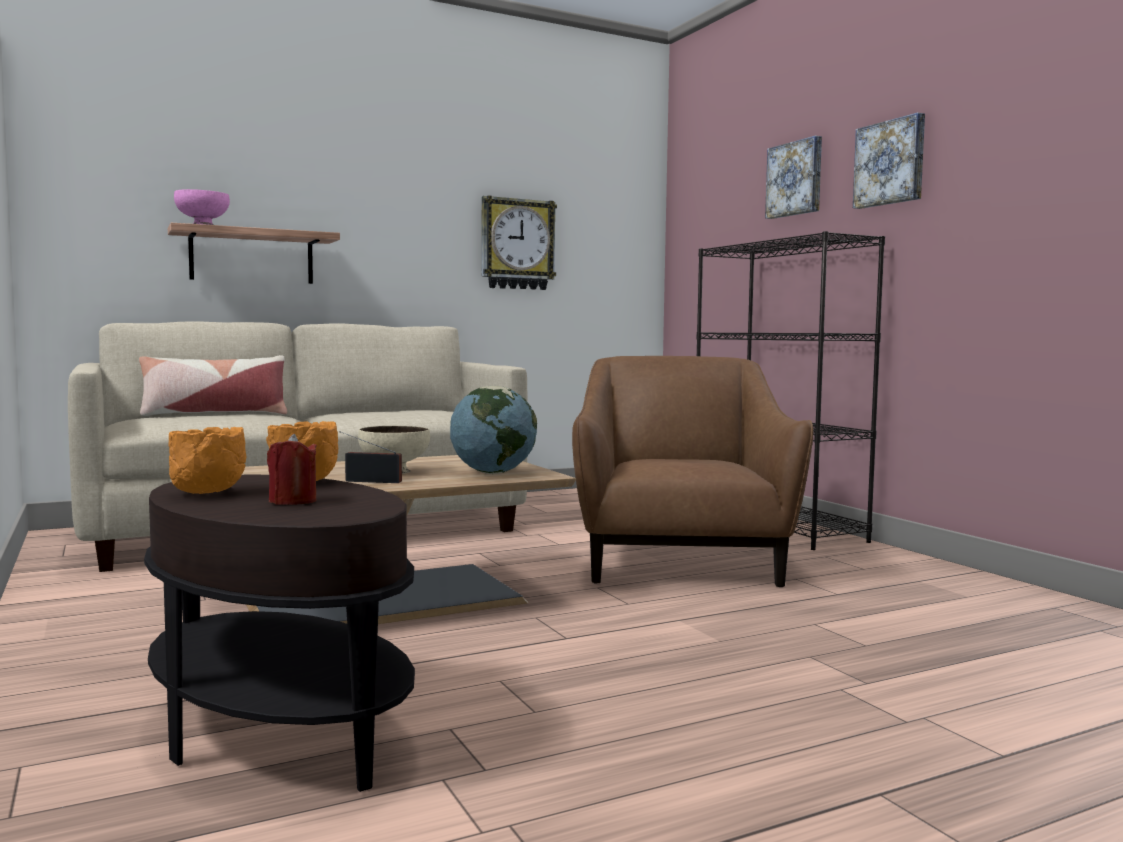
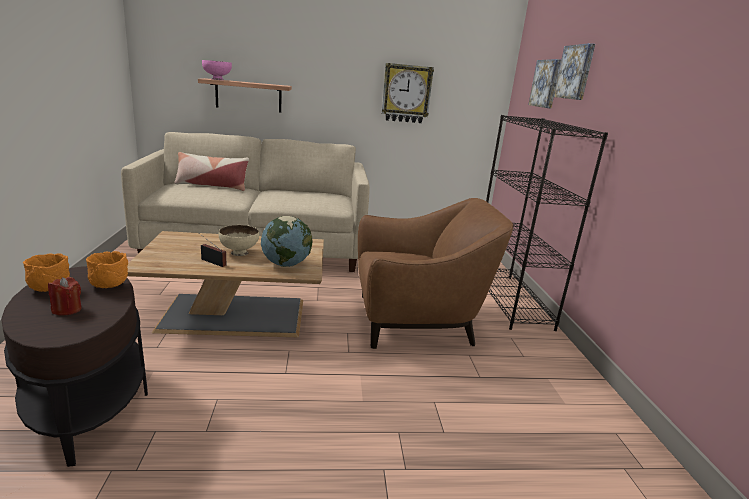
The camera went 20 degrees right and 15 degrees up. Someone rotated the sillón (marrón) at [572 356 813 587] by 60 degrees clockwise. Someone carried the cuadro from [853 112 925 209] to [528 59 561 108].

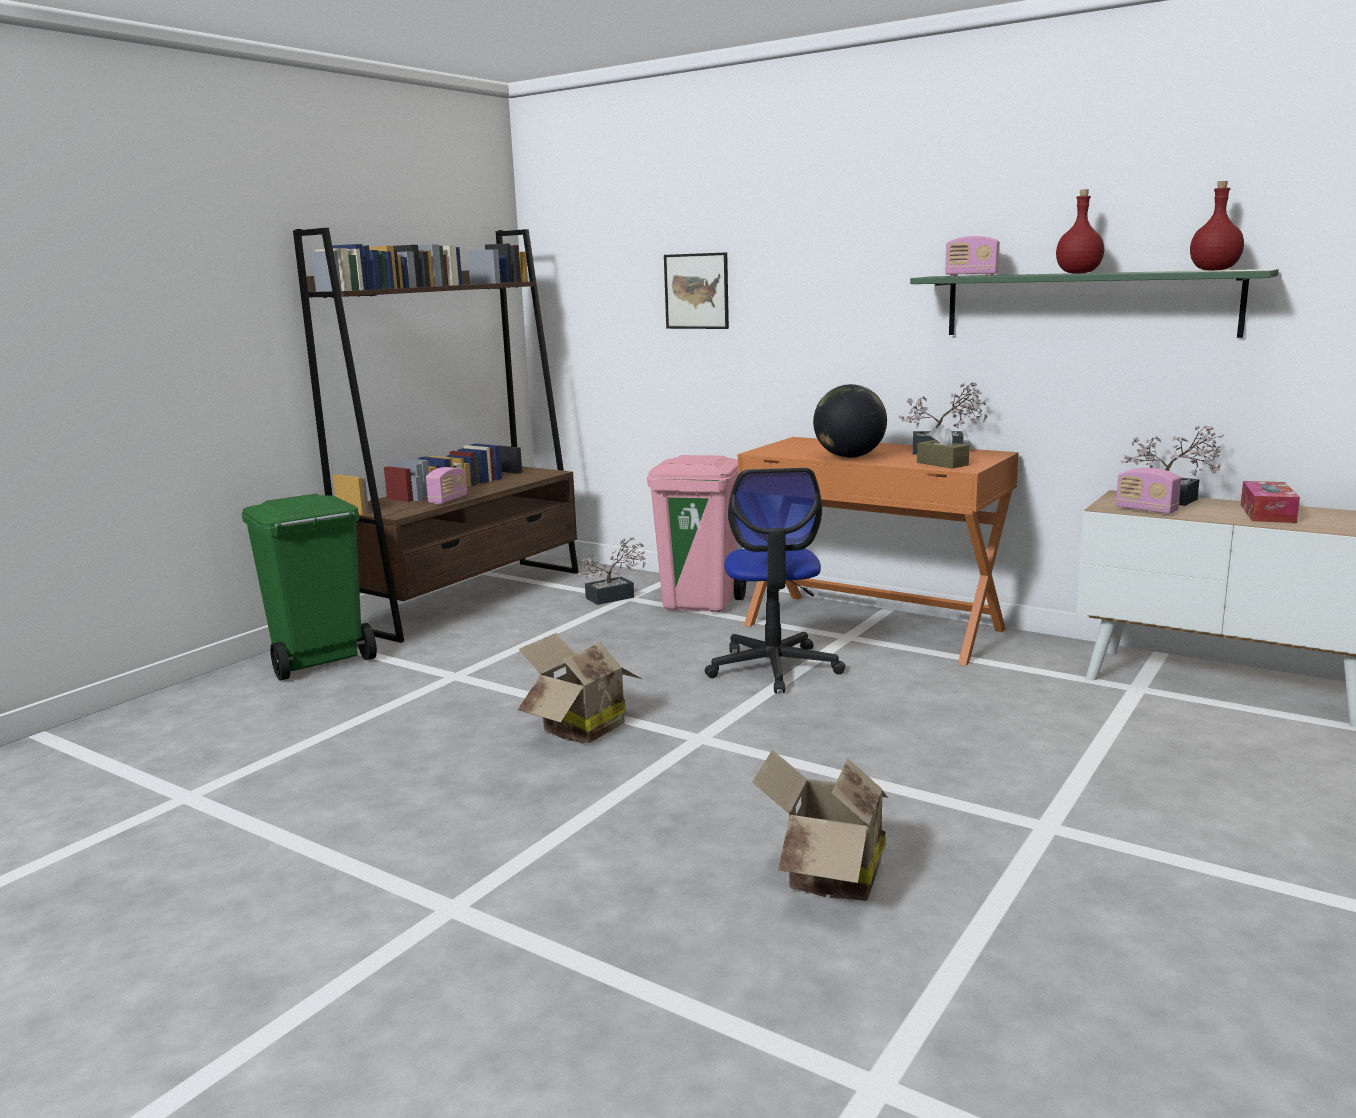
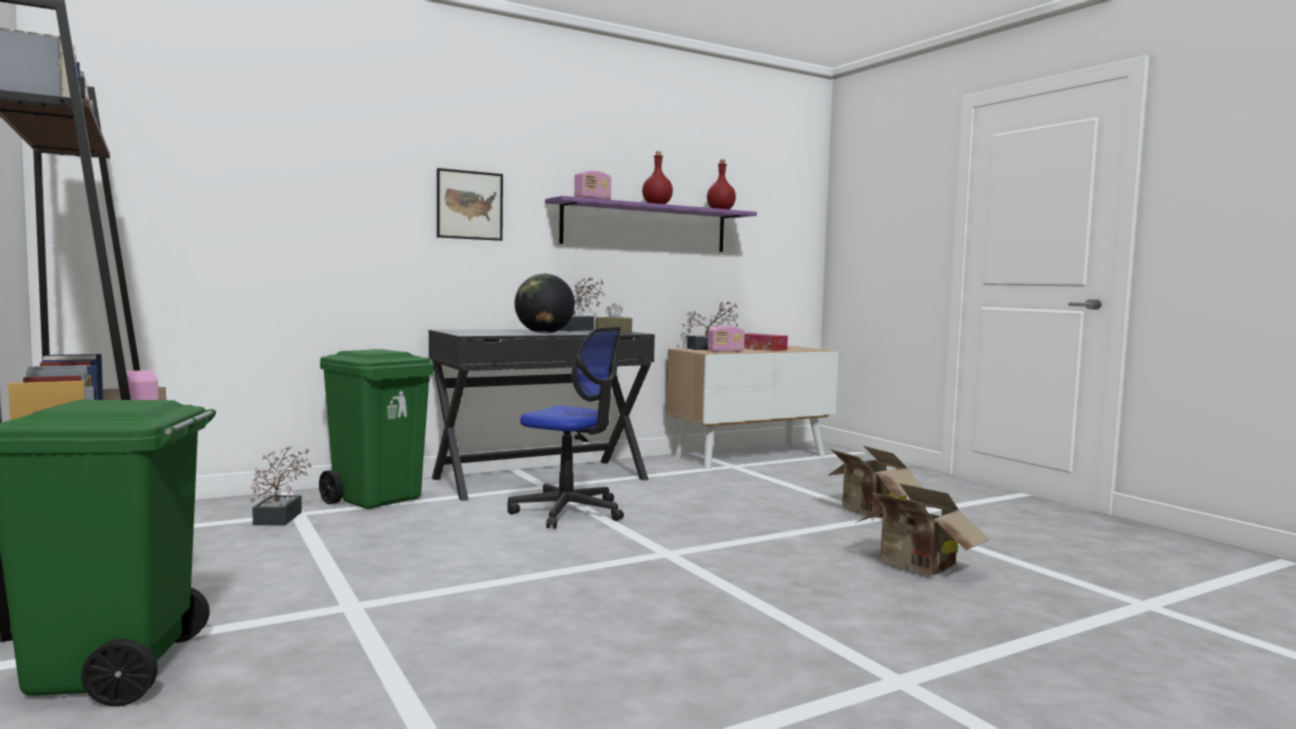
The camera went 65 degrees left and 10 degrees down. Someone repainted the papelera (rosa) at [647 455 746 612], which became the papelera (verde) at [319 349 434 509]. Someone repainted the escritorio (naranja) at [737 437 1019 666], which became the escritorio (negro) at [429 329 655 501]. Someone carried the cuadro from [664 252 729 329] to [437 168 503 241]. Someone repainted the estante (verde) at [910 269 1279 338], which became the estante (morado) at [545 196 757 252]. Someone carried the caja de cartón from [517 633 642 744] to [827 446 923 518].

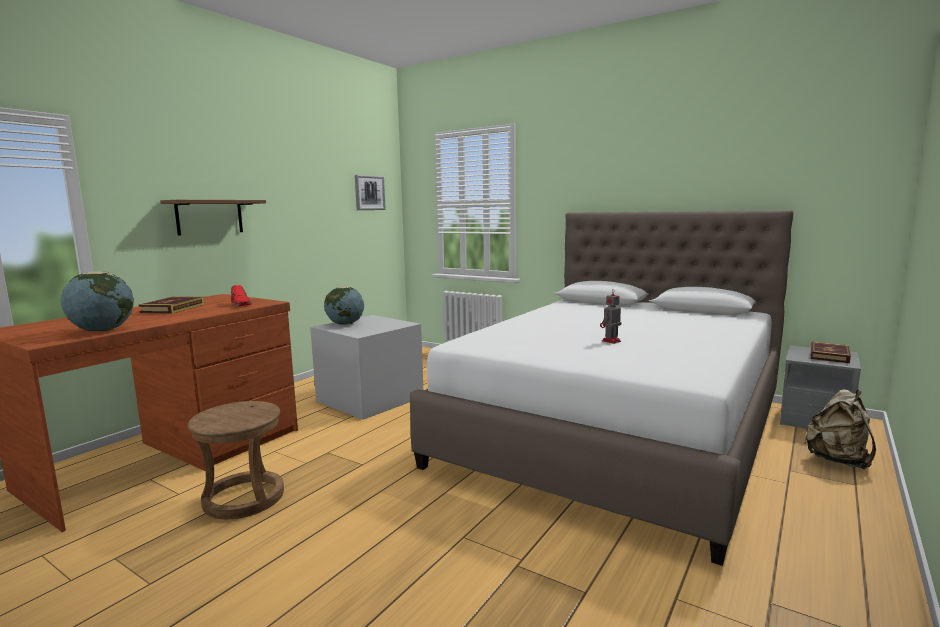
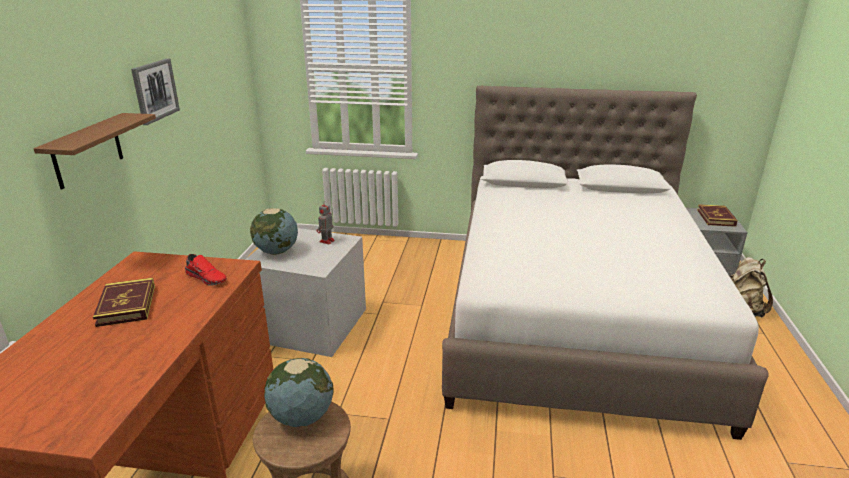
The camera went 25 degrees left and 15 degrees up. Someone carried the cuadro from [355 175 386 210] to [131 59 180 125]. Someone carried the globo terráqueo from [61 271 134 332] to [264 358 333 427]. Someone carried the robot de juguete from [600 289 621 344] to [316 201 335 245].

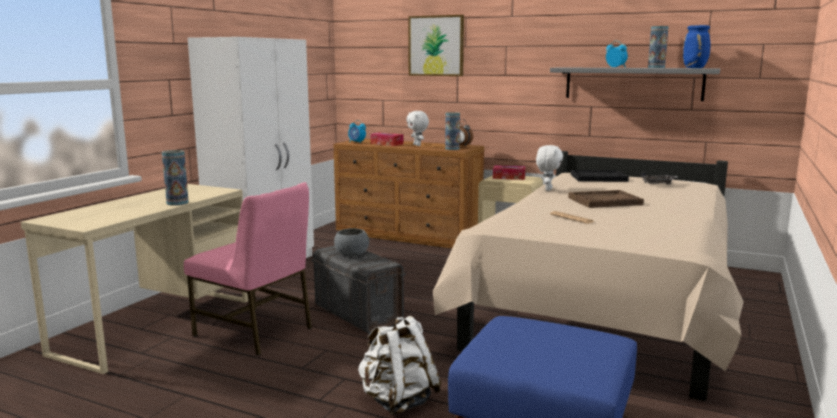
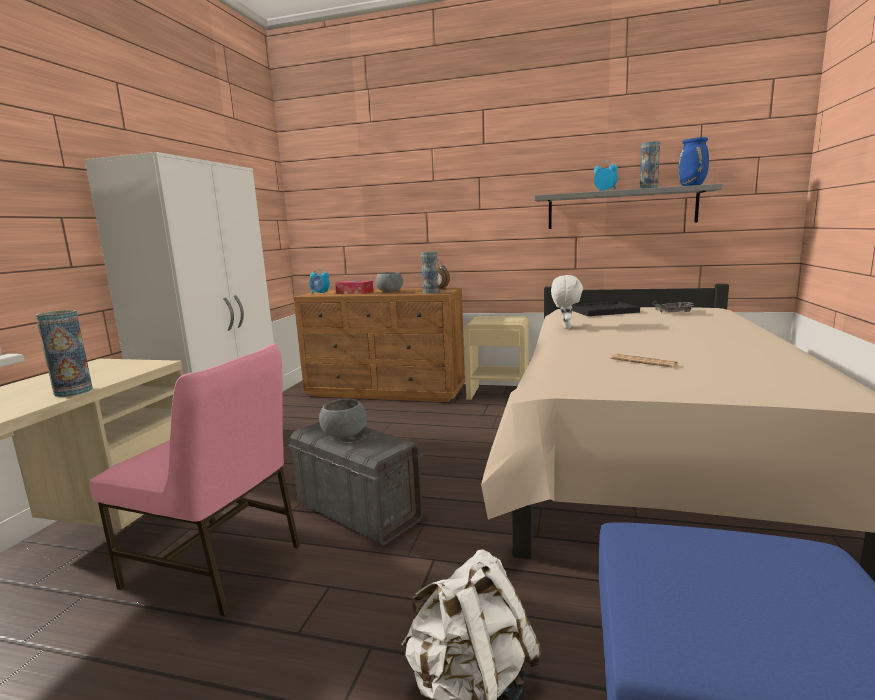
The camera went 10 degrees left and 0 degrees up. Someone swapped the peluche (blanco) at [406 111 429 146] for the cuenco (gris) at [375 272 403 292]. Someone took away the cuadro at [408 15 464 76]. Someone took away the caja de pañuelos at [493 165 526 180]. Someone took away the bandeja (marrón) at [568 190 644 208].

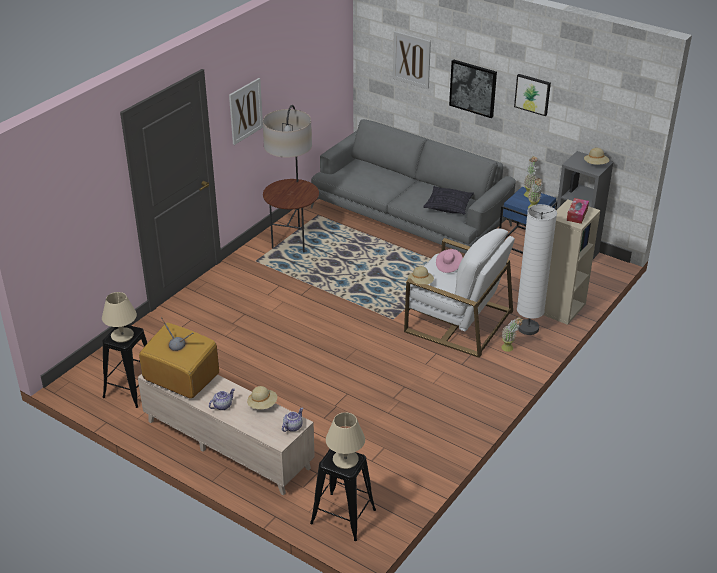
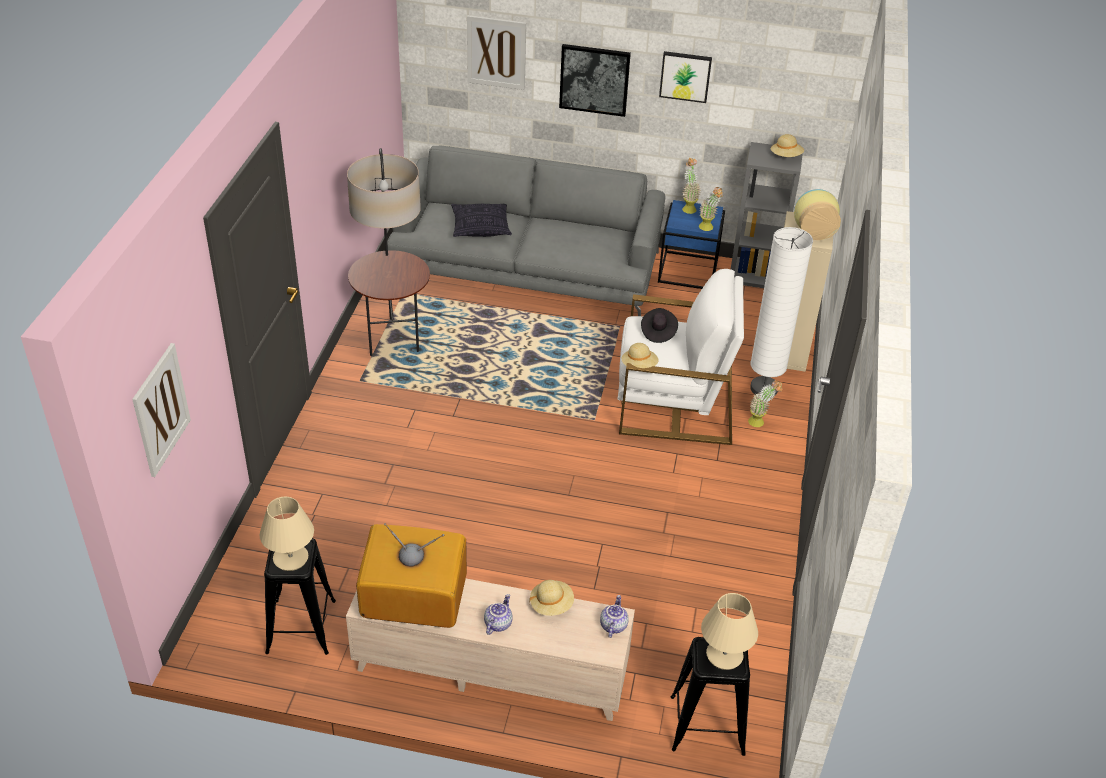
The camera went 25 degrees left and 5 degrees up. Someone carried the cuadro from [229 78 263 145] to [132 343 191 477]. Someone carried the cojín from [423 186 474 215] to [451 204 512 237]. Someone repainted the sombrero (rosa) at [436 249 463 273], which became the sombrero (negro) at [641 308 678 343]. Someone swapped the caja de pañuelos at [567 198 589 224] for the florero at [794 189 841 240].

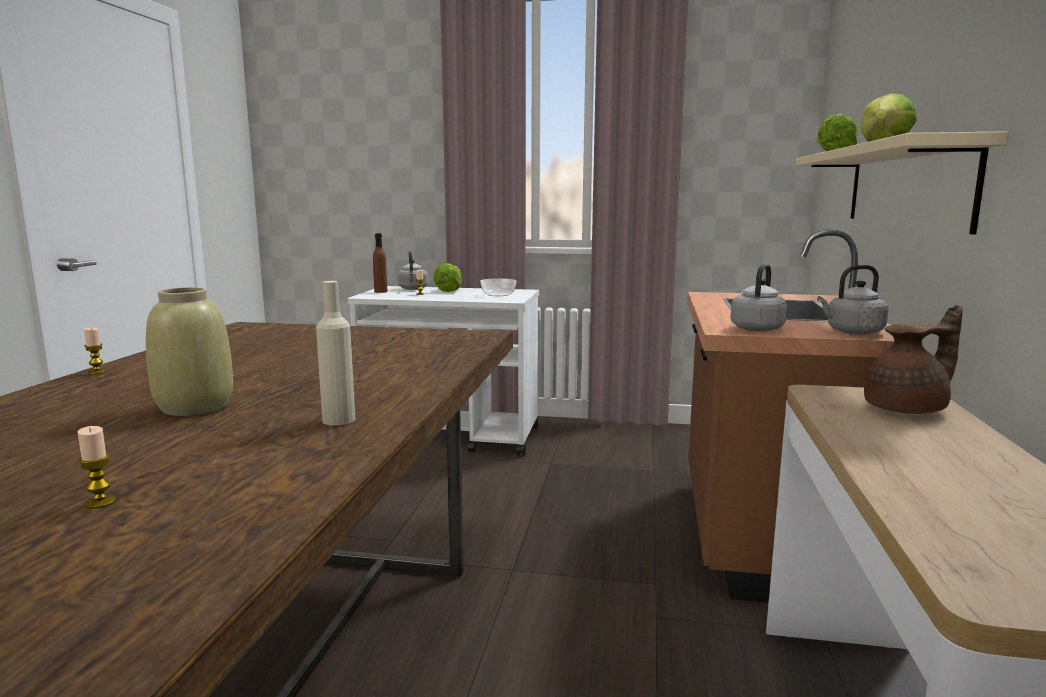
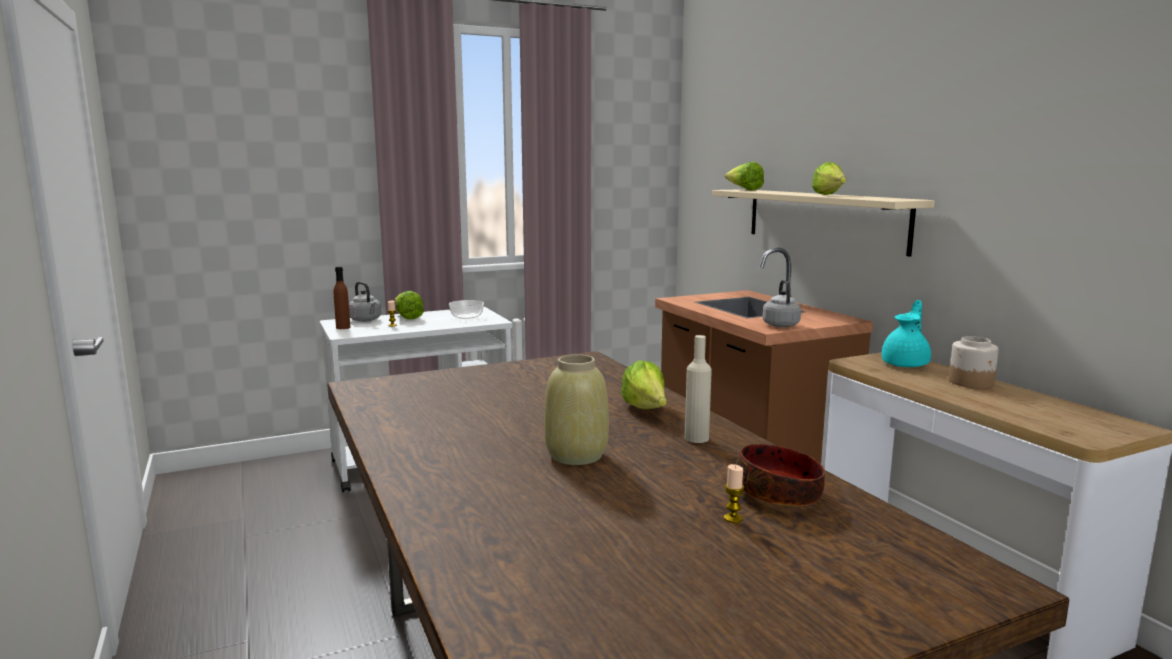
The camera went 35 degrees left and 0 degrees up. Someone put down the lechuga at [621 360 667 409]. Someone put down the cuenco at [735 444 825 506]. Someone repainted the tetera (marrón) at [864 305 963 414], which became the tetera (turquesa) at [882 300 931 367]. Someone put down the tarro at [949 336 999 389]. Someone took away the vela at [84 328 106 374]. Someone took away the hervidor (gris) at [817 265 889 335].

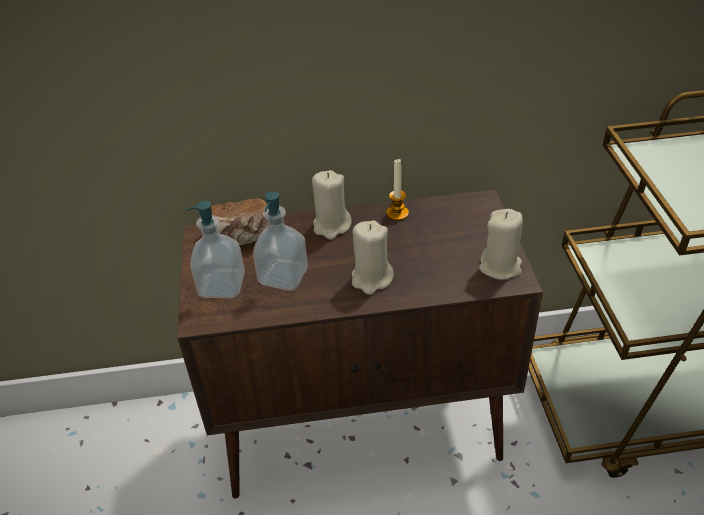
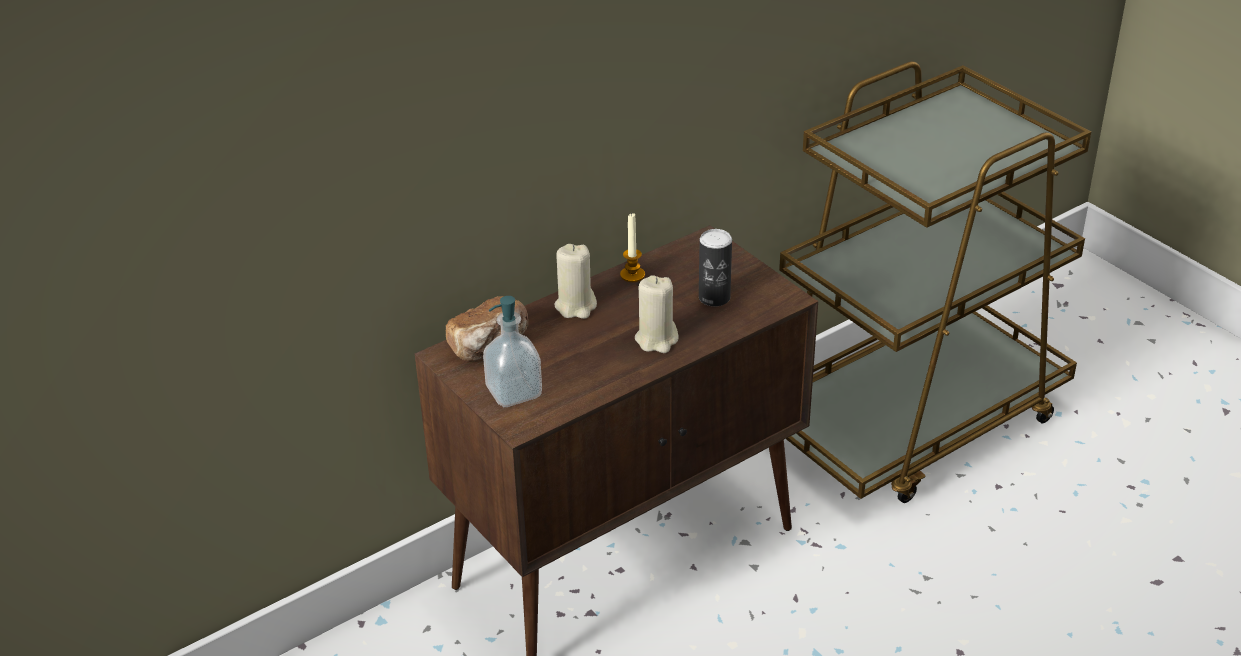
The camera went 30 degrees left and 5 degrees down. Someone put down the lata at [699 229 732 306]. Someone took away the dispensador de jabón at [253 191 308 291]. Someone took away the vela (beis) at [479 209 523 280].

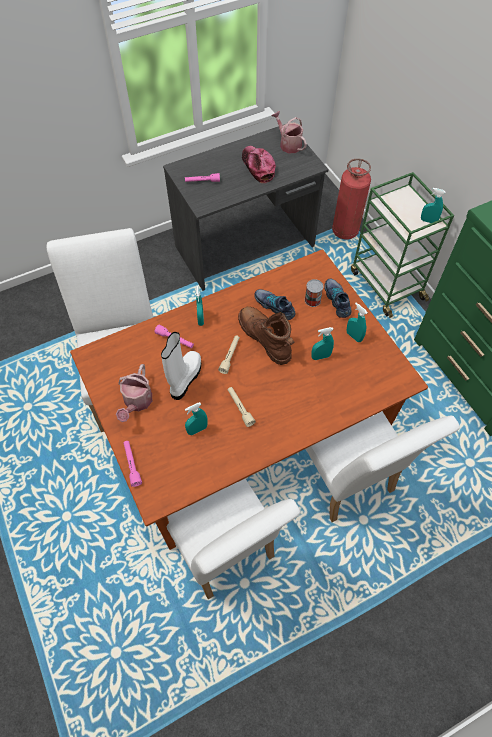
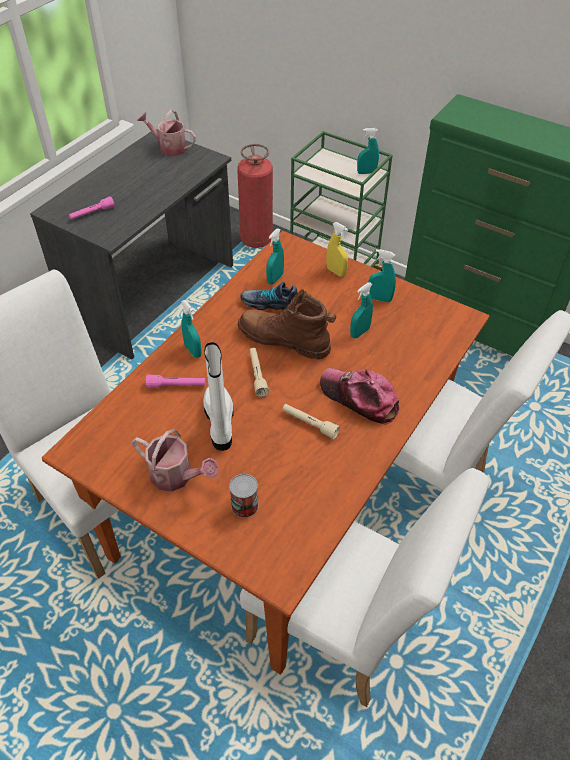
The camera went 30 degrees left and 10 degrees down. Someone rotated the regadera at [116 364 152 422] by 45 degrees counterclockwise. Someone carried the lata from [305 279 324 307] to [229 474 259 518]. Someone carried the pulverizador (turquesa) from [185 402 208 435] to [266 229 284 284]. Someone carried the gorra from [242 146 276 183] to [320 368 399 425]. Someone swapped the zapato at [324 279 351 318] for the pulverizador (amarillo) at [326 222 348 277]. Someone took away the linterna (rosa) at [123 441 142 487].

